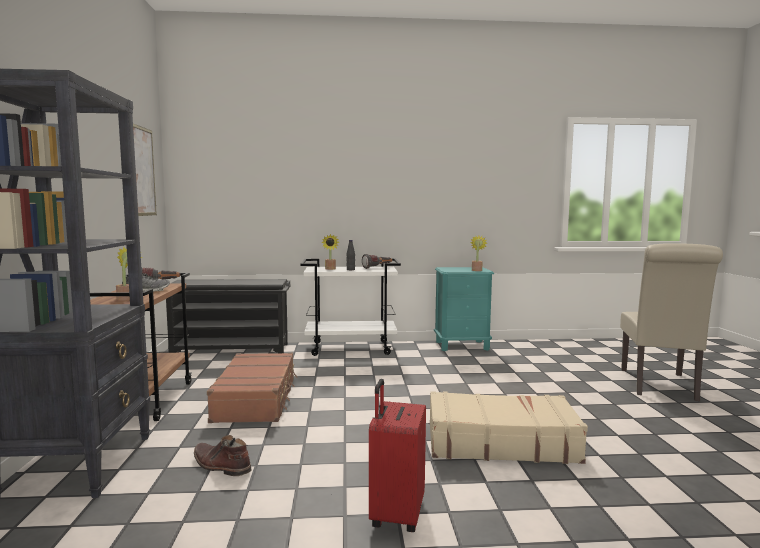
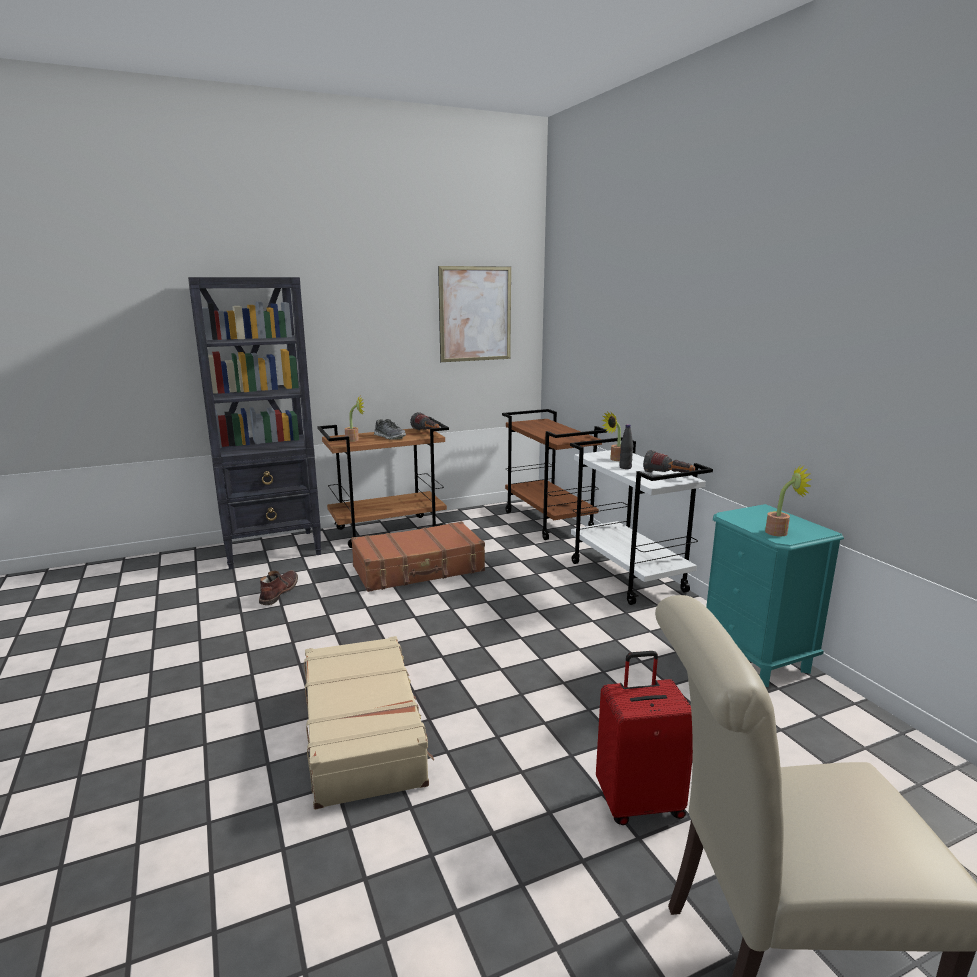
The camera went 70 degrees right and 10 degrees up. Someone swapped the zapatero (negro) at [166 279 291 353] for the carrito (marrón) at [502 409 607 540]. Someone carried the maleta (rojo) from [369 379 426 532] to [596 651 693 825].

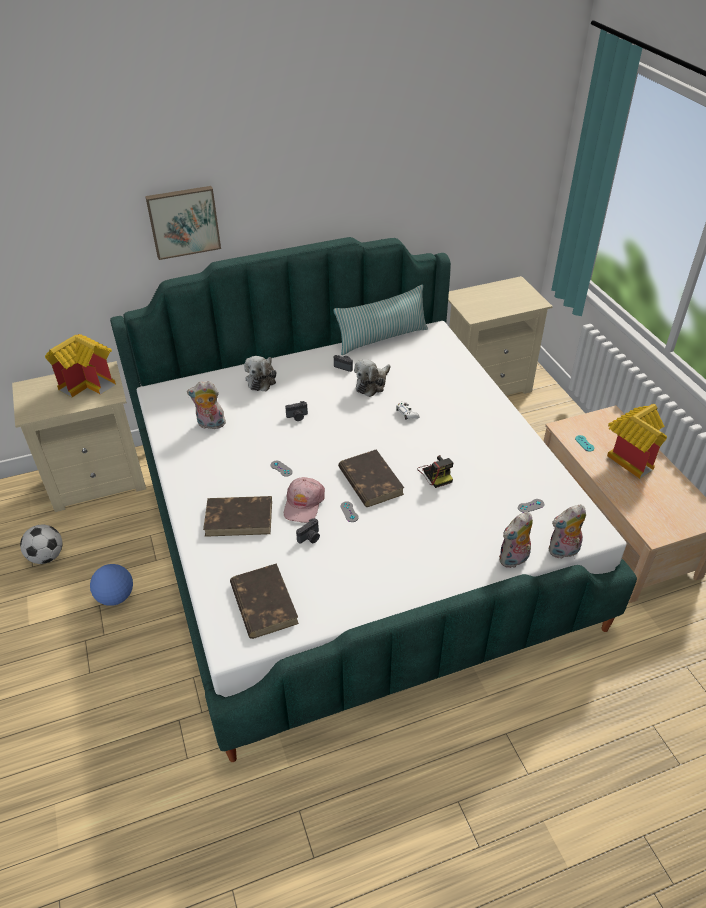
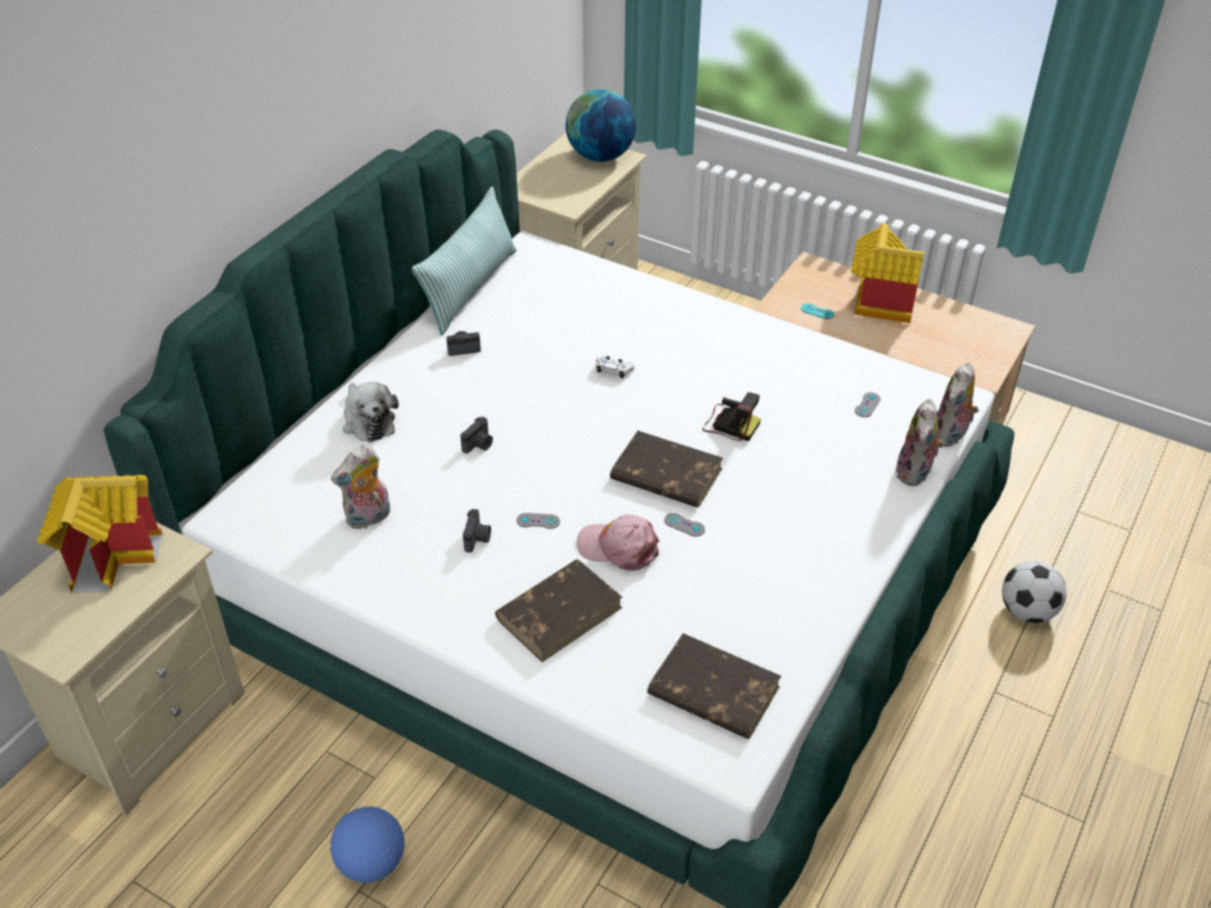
The camera went 40 degrees left and 0 degrees up. Someone carried the cámara from [296 518 320 543] to [463 509 491 553]. Someone put down the globo terráqueo at [566 89 636 162]. Someone rotated the gorra (rosa) at [284 477 325 523] by 135 degrees clockwise. Someone carried the balón de fútbol from [20 525 62 564] to [1002 561 1067 623]. Someone took away the cuadro at [145 186 221 260]. Someone took away the peluche at [354 359 391 397].

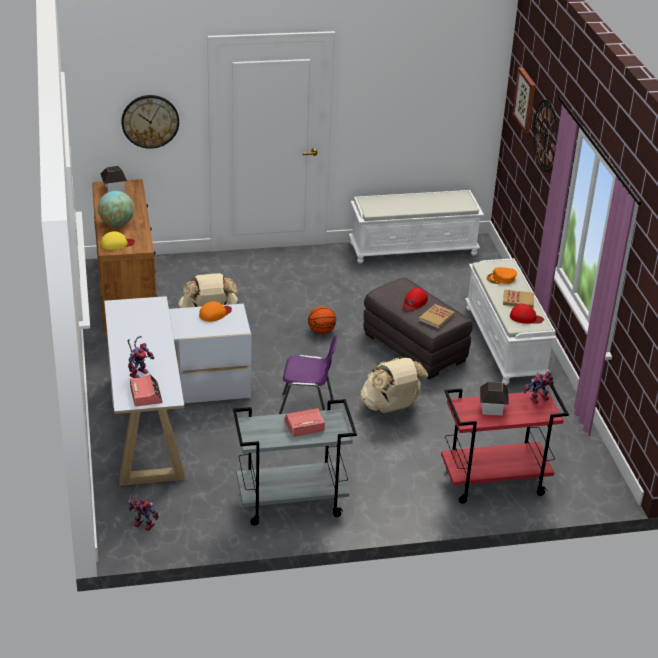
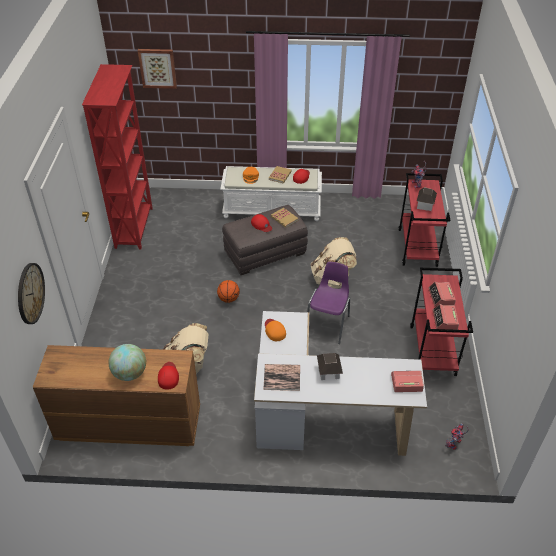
The camera went 75 degrees left and 10 degrees up. Someone swapped the banco (blanco) at [349 190 484 263] for the estantería (rojo) at [82 64 153 250]. Someone repainted the gorra (amarillo) at [101 231 135 250], which became the gorra (rojo) at [158 362 179 390]. Someone put down the libro at [264 364 300 391]. Someone carried the casita from [100 166 127 192] to [317 353 343 380]. Someone repainted the carrito (gris) at [233 399 357 525], which became the carrito (rojo) at [410 268 473 376]. Someone put down the despertador at [433 304 459 330]. Someone took away the robot de juguete at [128 336 154 378]. Someone took away the reloj de pared at [534 100 558 172].

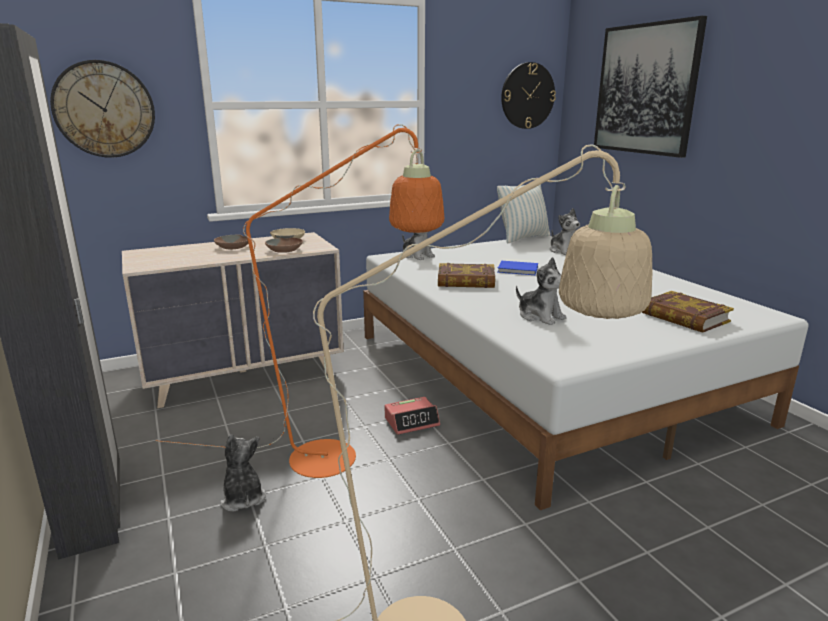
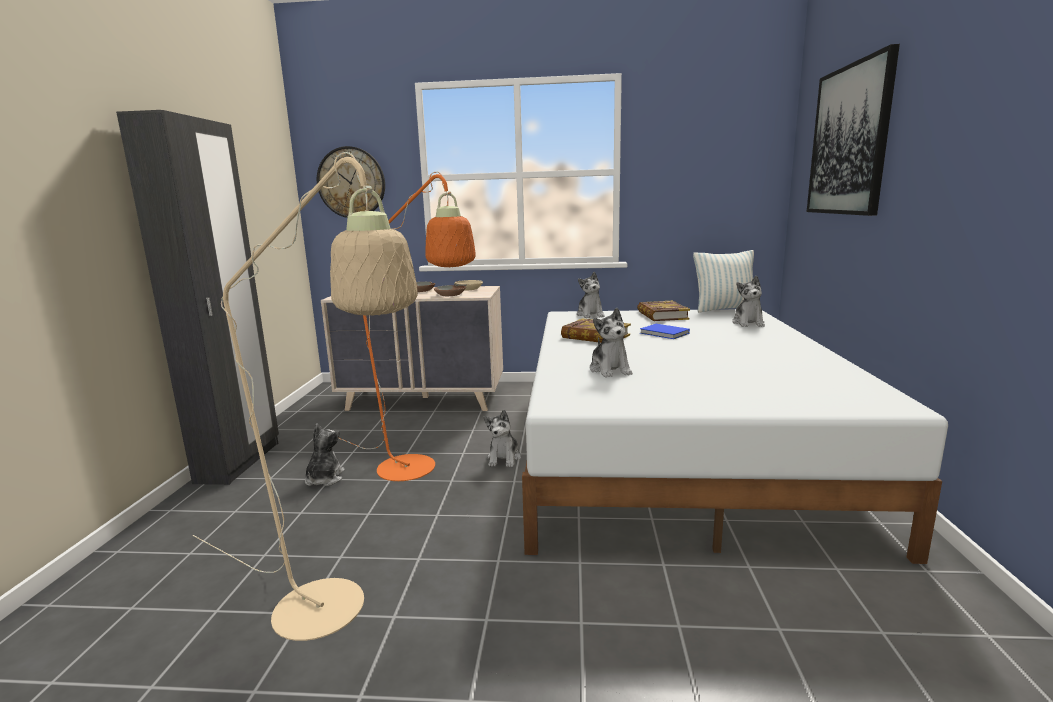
The camera went 30 degrees right and 5 degrees down. Someone swapped the despertador at [385 397 440 435] for the peluche at [484 410 521 467]. Someone carried the libro from [642 291 734 333] to [637 301 690 321]. Someone took away the reloj de pared at [501 62 556 129].

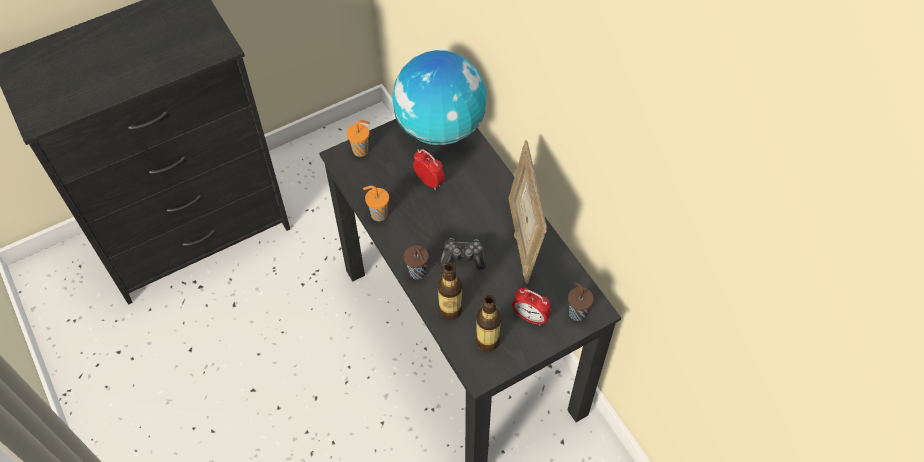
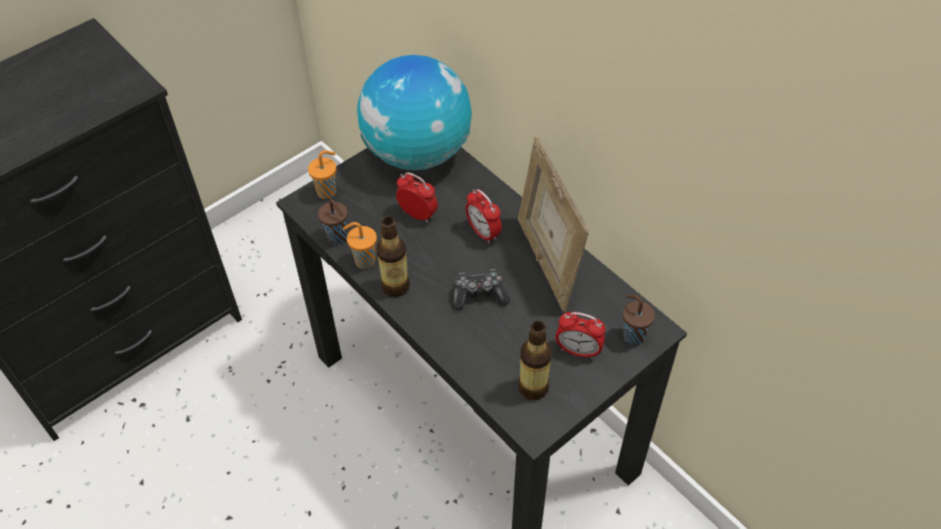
The camera went 10 degrees left and 5 degrees down. Someone carried the taza (marrón) from [404 245 429 279] to [318 199 348 244]. Someone carried the botella from [438 263 462 320] to [377 216 410 297]. Someone put down the despertador at [465 189 502 243].

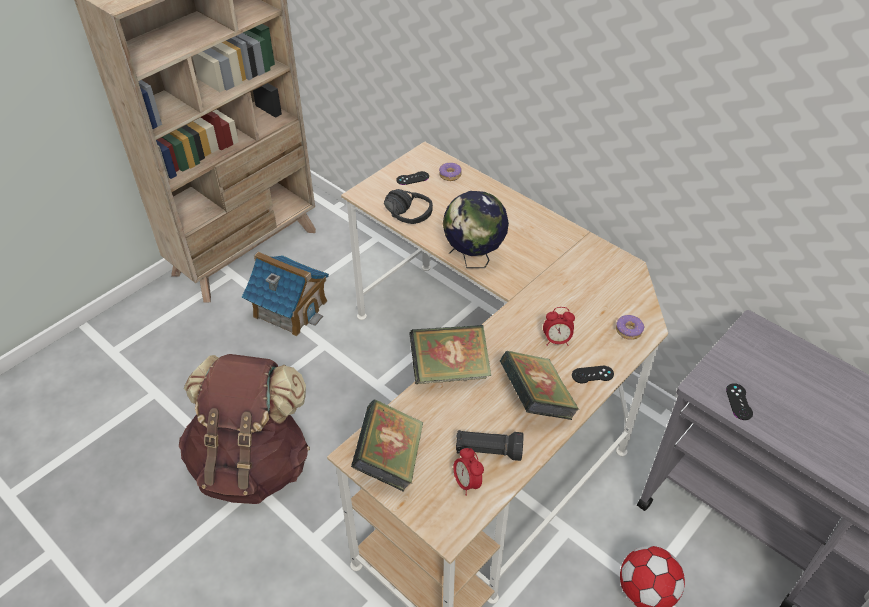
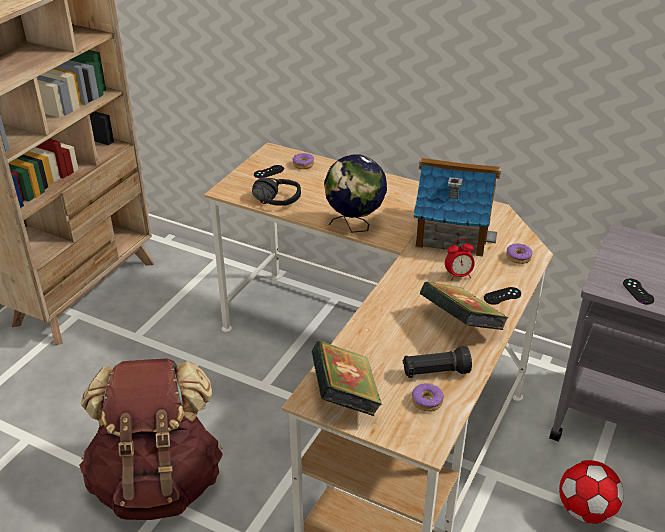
The camera went 15 degrees left and 10 degrees down. Someone swapped the despertador at [453 448 484 496] for the rosquilla at [412 383 444 411]. Someone carried the casita from [242 252 329 336] to [414 158 501 257]. Someone took away the libro at [409 325 492 384].

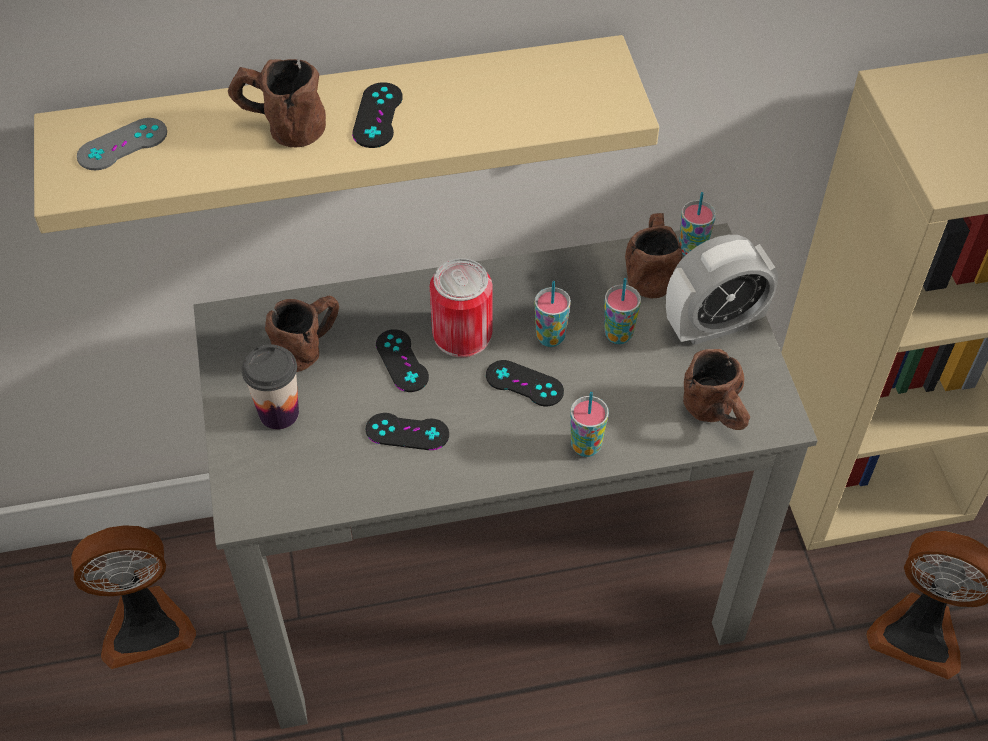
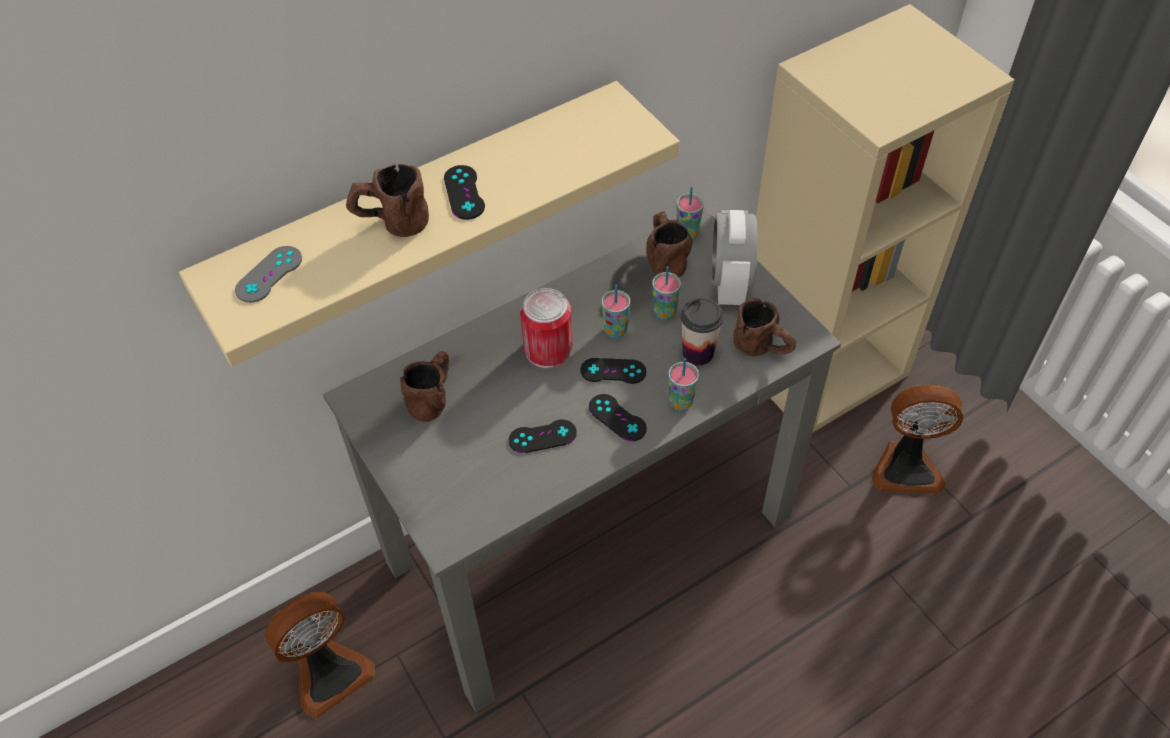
The camera went 20 degrees left and 0 degrees up. Someone carried the mando de consola (negro) from [376 329 429 392] to [589 394 647 441]. Someone carried the taza from [242 344 299 429] to [680 297 724 365]. Someone rotated the despertador at [666 235 778 345] by 135 degrees clockwise.

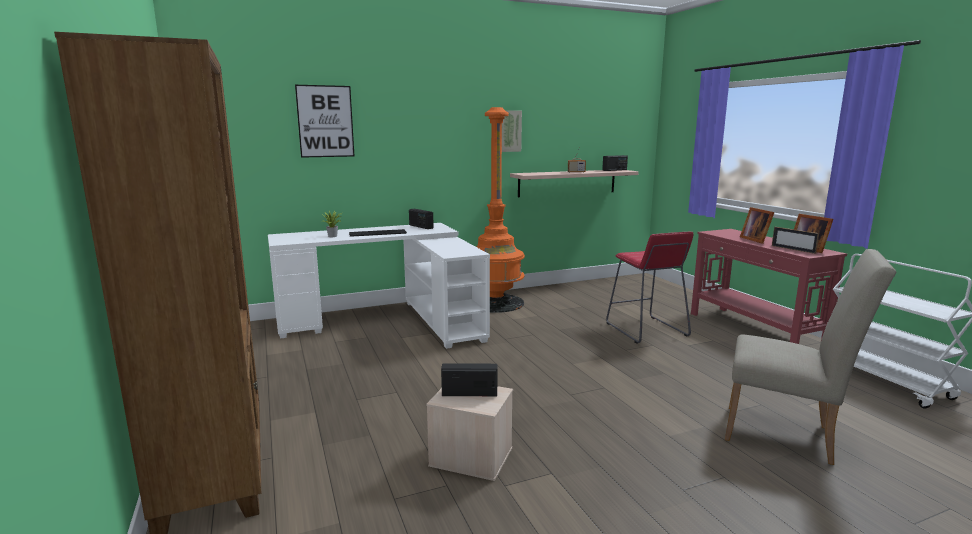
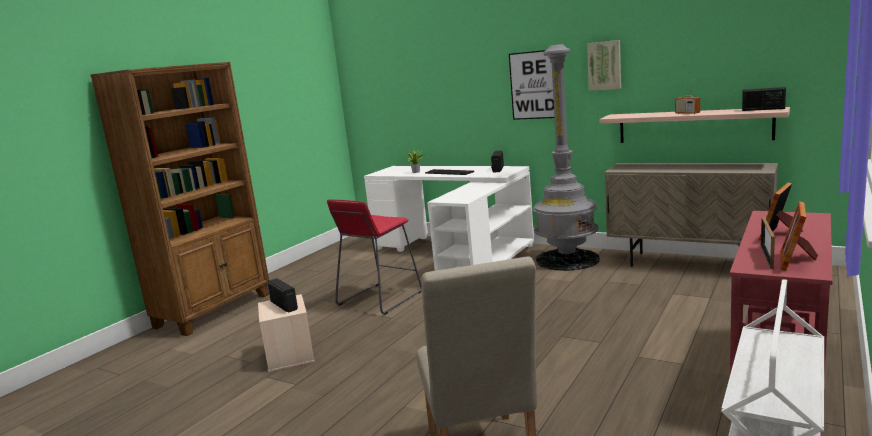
The camera went 55 degrees right and 0 degrees up. Someone carried the taburete (rojo) from [606 231 694 344] to [327 199 422 315]. Someone carried the cuadro from [295 85 354 158] to [509 50 554 120]. Someone repainted the lámpara de pie (naranja) at [477 107 525 313], which became the lámpara de pie (gris) at [533 44 600 271]. Someone put down the armario (beis) at [604 163 778 267].

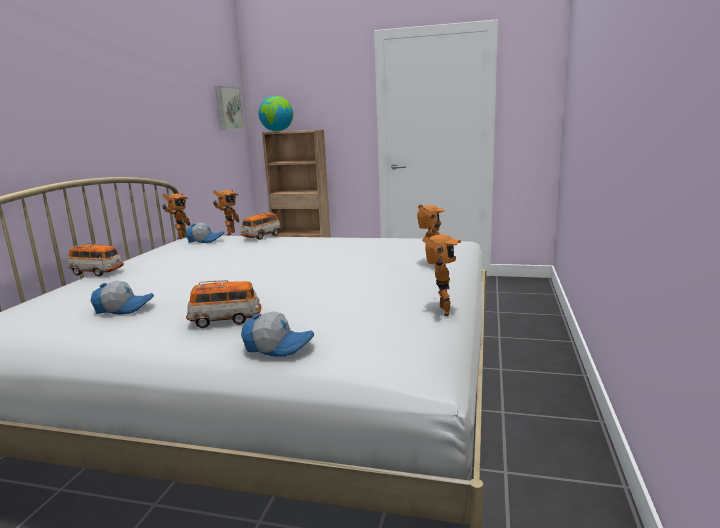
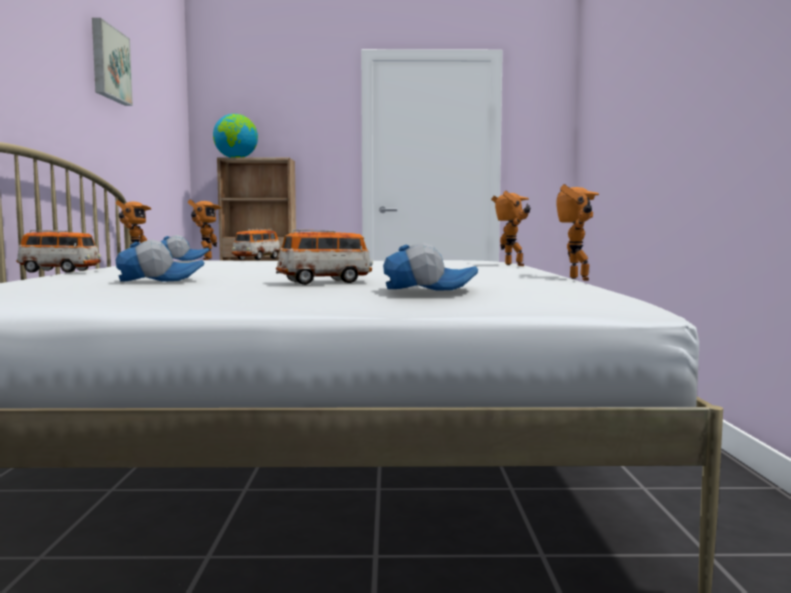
The camera went 15 degrees left and 10 degrees down. Someone carried the cuadro from [215 86 244 130] to [92 18 133 106].

